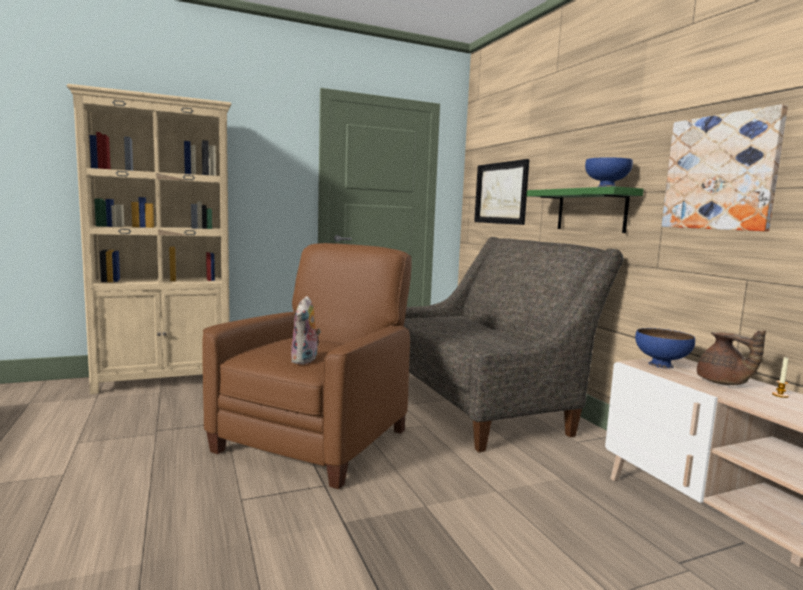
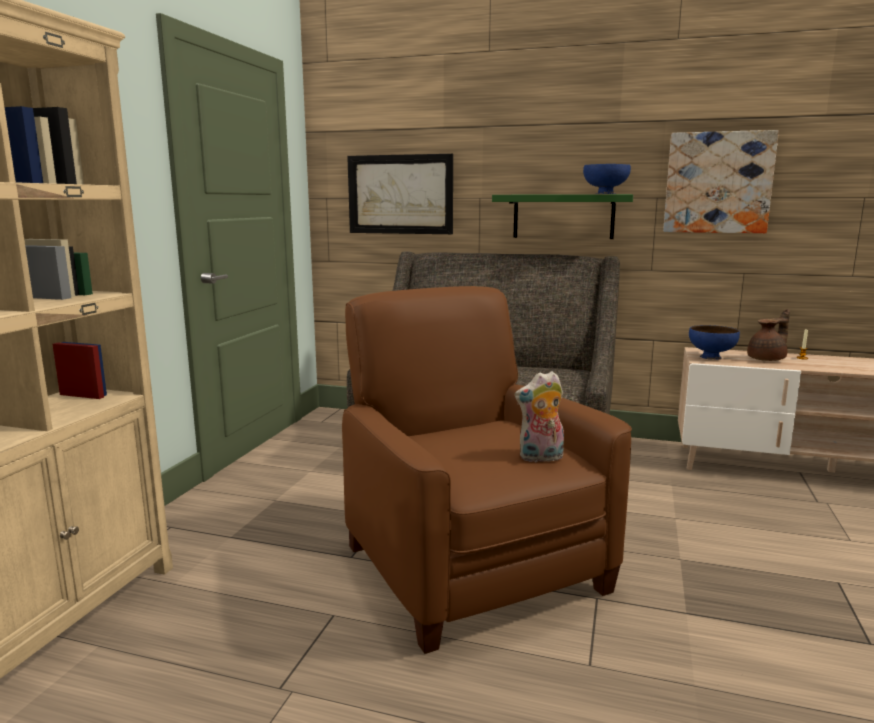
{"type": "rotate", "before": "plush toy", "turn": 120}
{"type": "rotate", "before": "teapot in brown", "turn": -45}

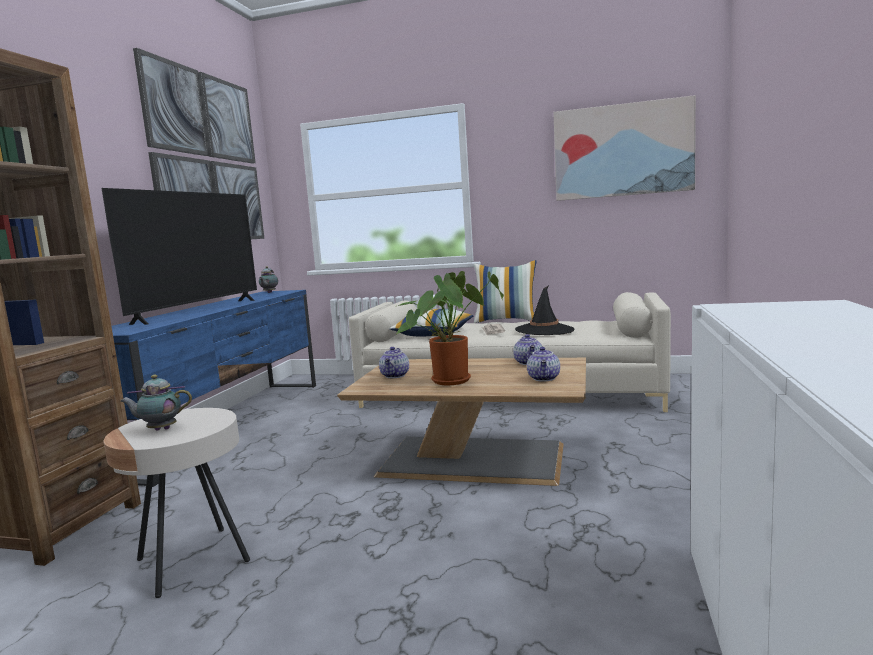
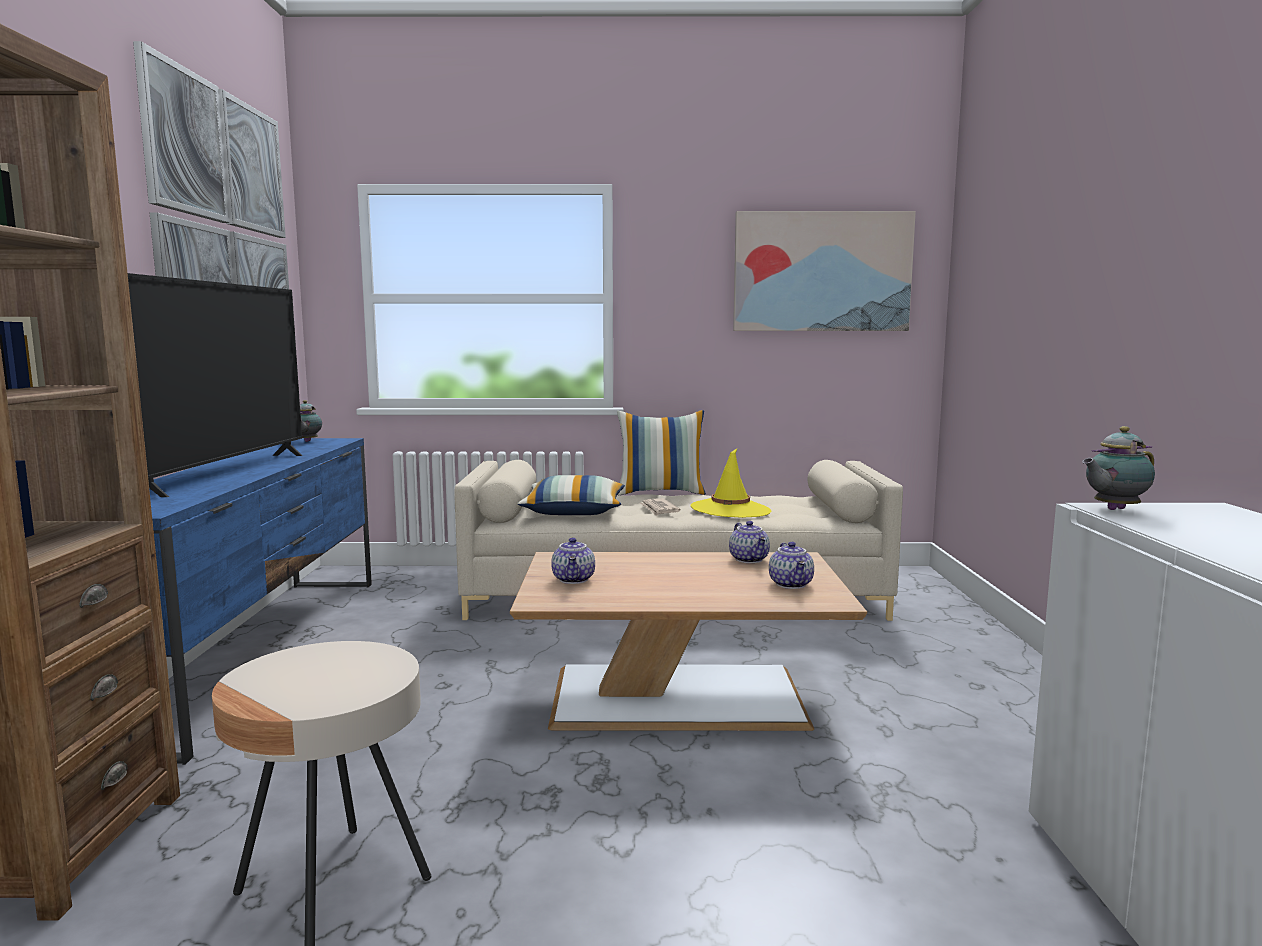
{"type": "recolor", "before": "hat in black", "after": "hat in yellow"}
{"type": "move", "before": "teapot (1st from left in the first image)", "after": "teapot (5th from left)"}
{"type": "delete", "before": "potted plant"}

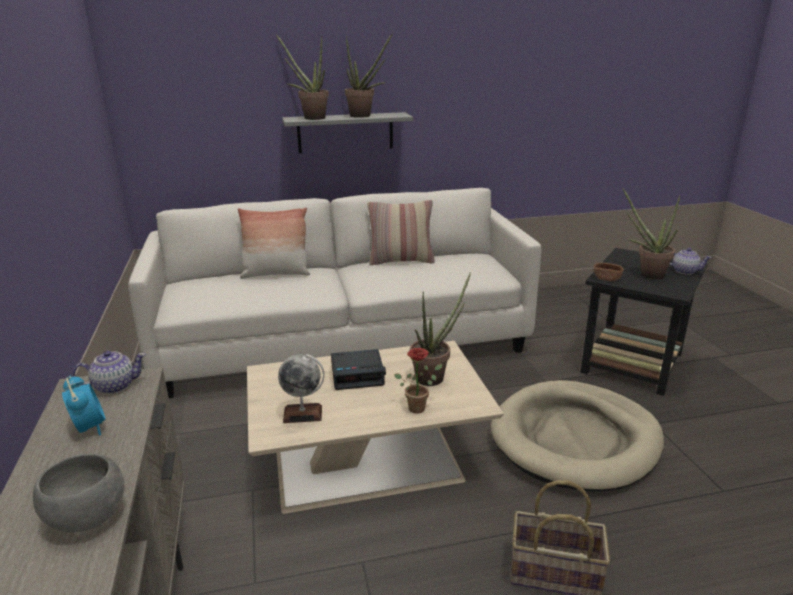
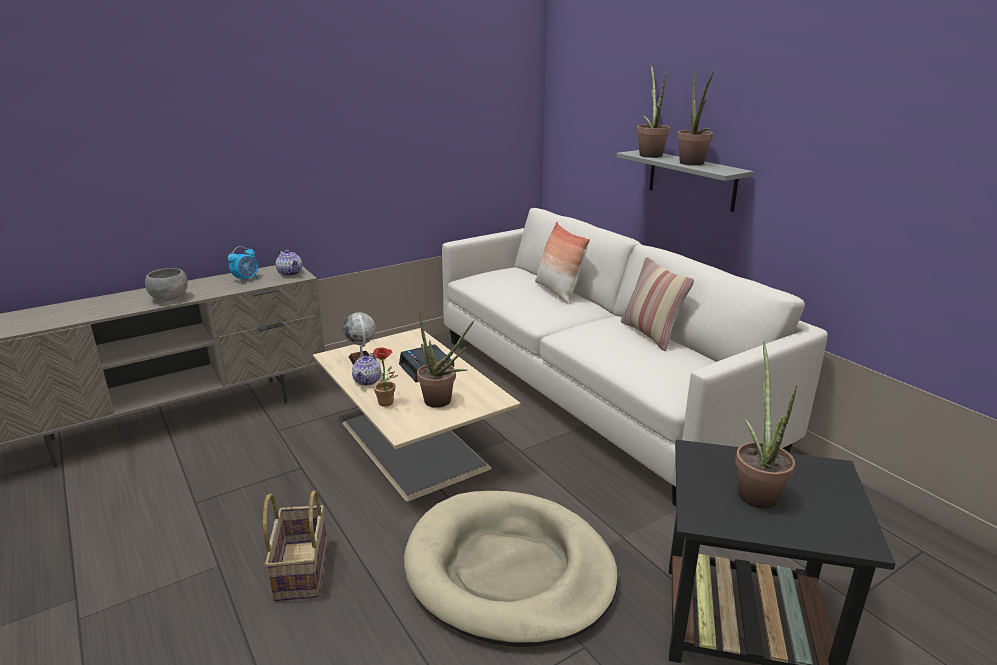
{"type": "move", "before": "teapot (2nd from left)"}
{"type": "delete", "before": "bowl in brown"}

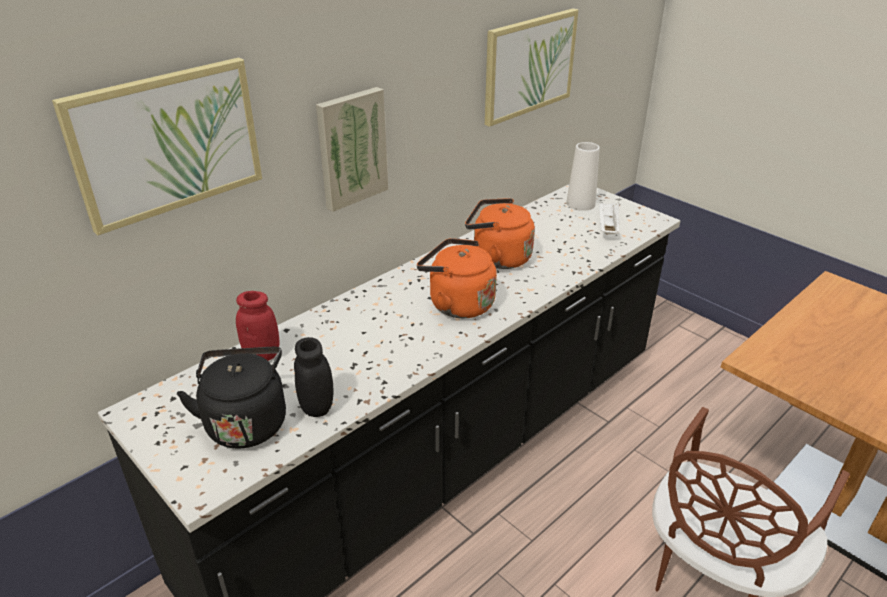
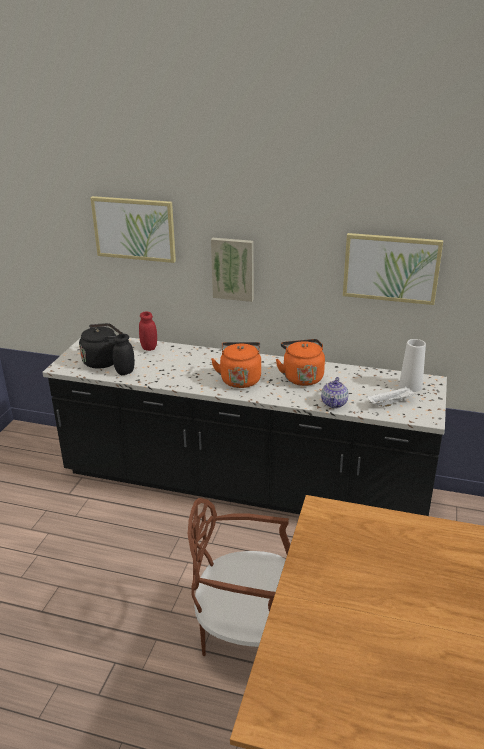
{"type": "insert", "after": "teapot"}

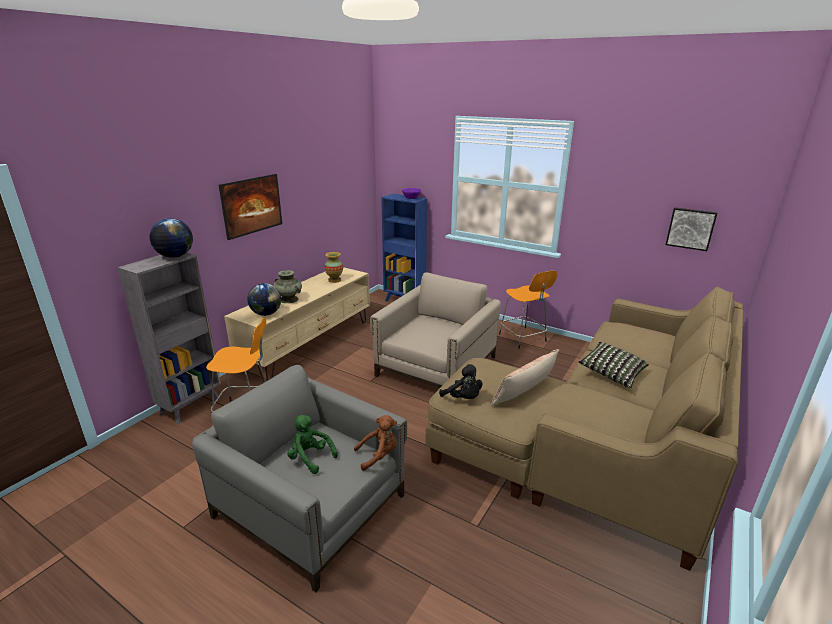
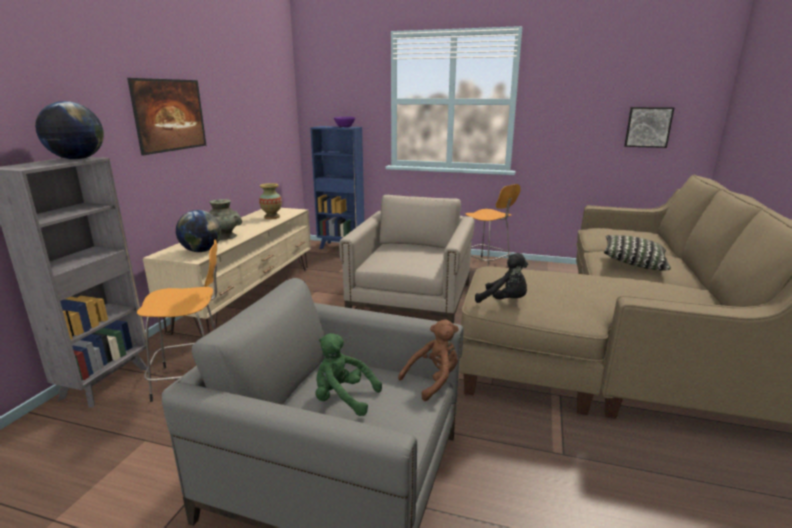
{"type": "delete", "before": "pillow (1st from left)"}

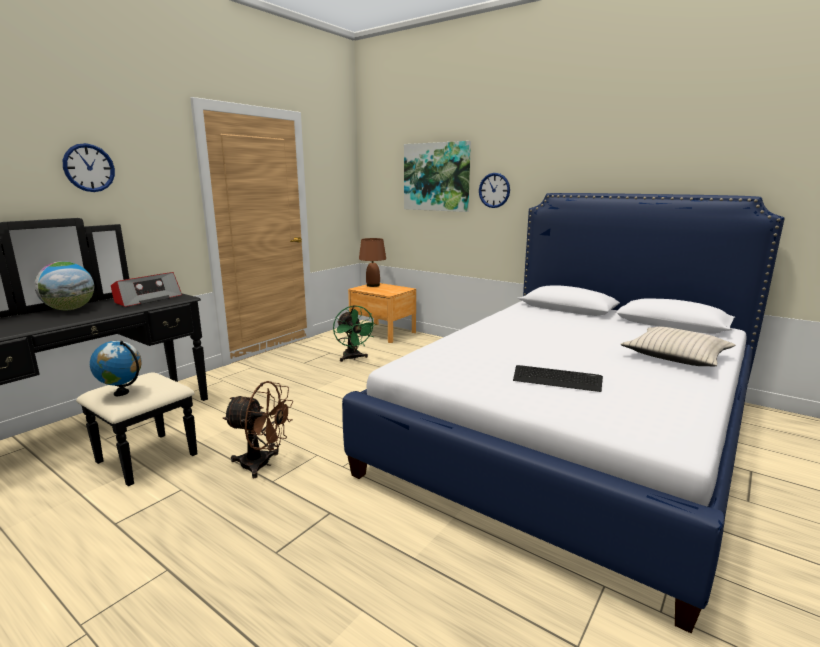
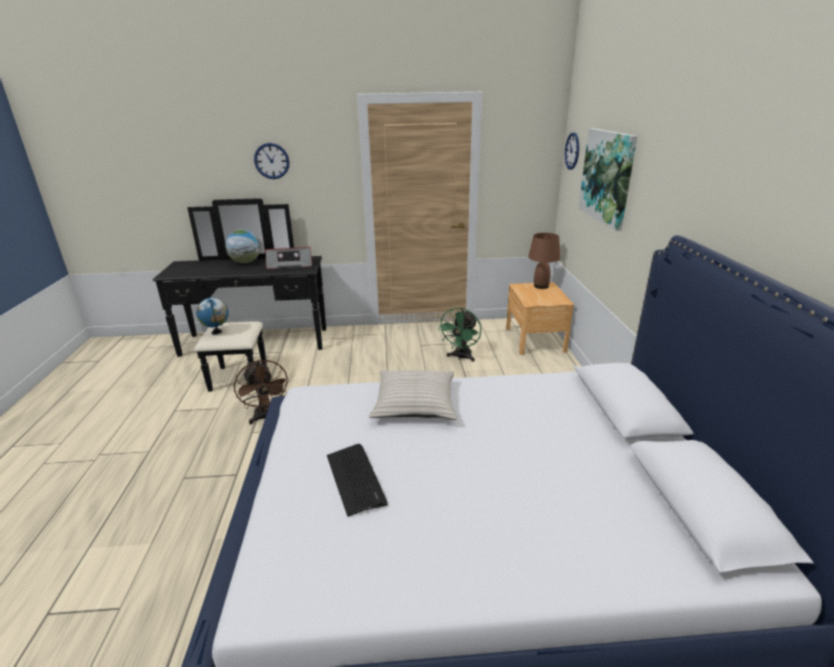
{"type": "move", "before": "pillow in beige"}
{"type": "move", "before": "wall clock (2nd from left)"}

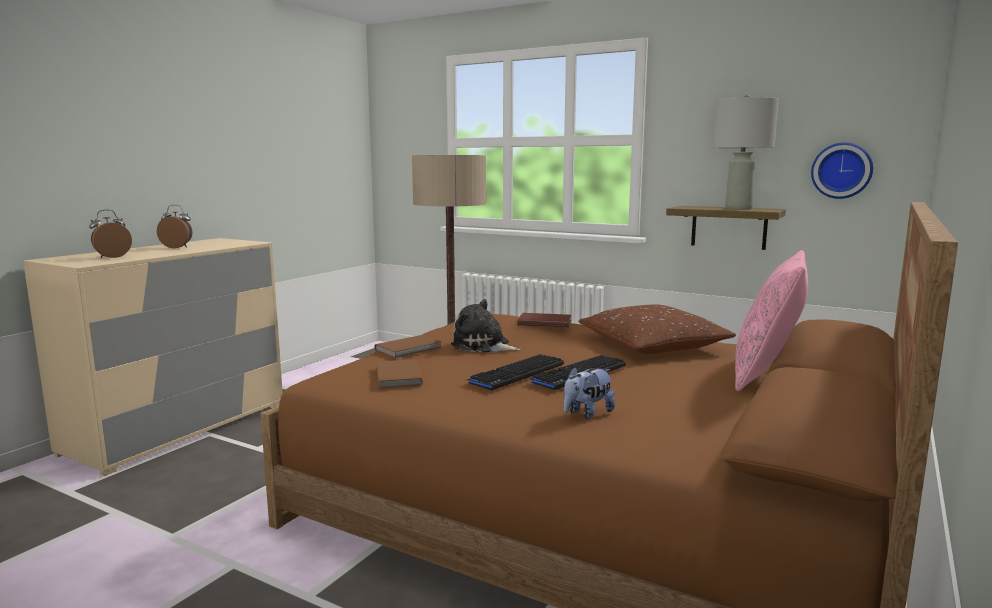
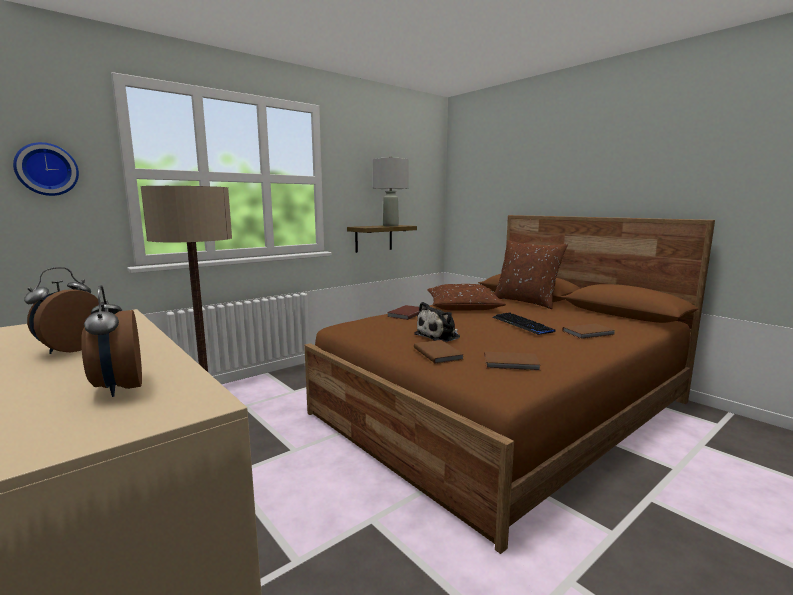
{"type": "move", "before": "wall clock"}
{"type": "recolor", "before": "pillow in pink", "after": "pillow in brown (2nd from left)"}
{"type": "replace", "before": "plush toy (2nd from left)", "after": "book in brown (4th from left)"}
{"type": "delete", "before": "keyboard (1st from left)"}

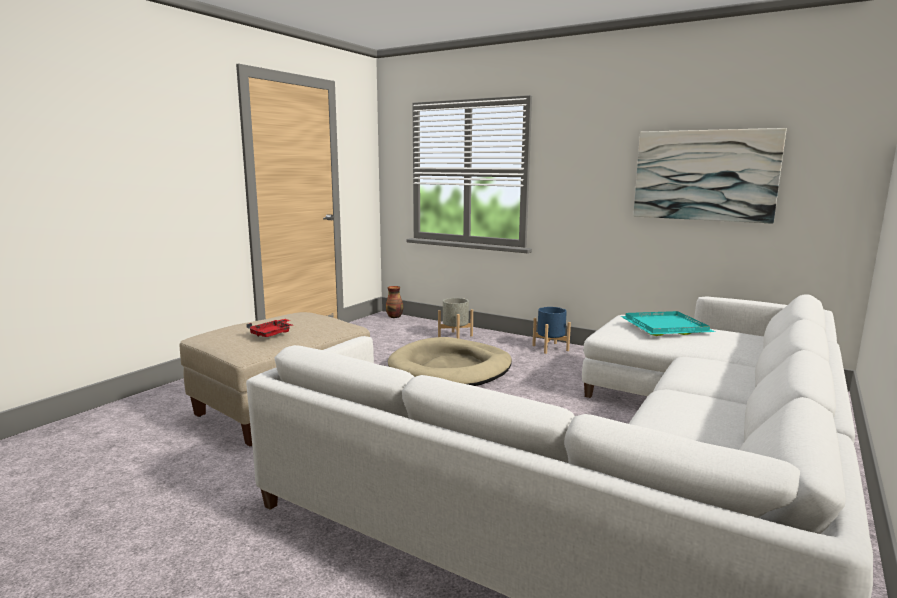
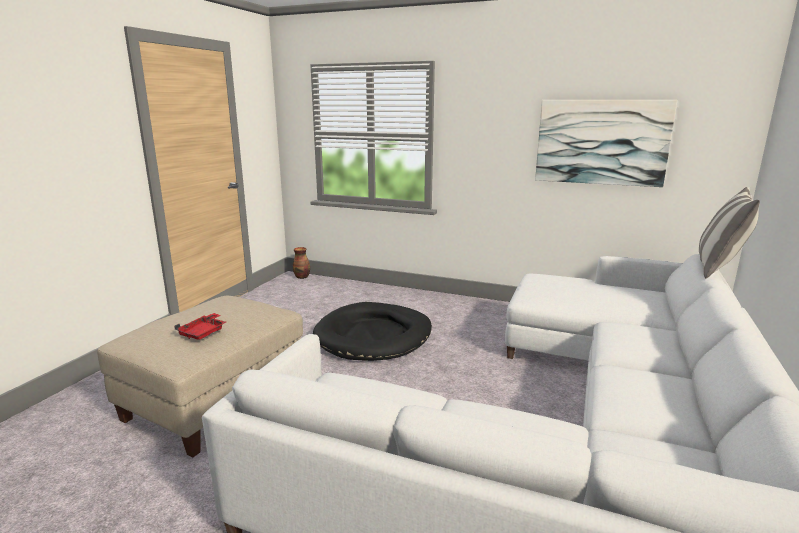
{"type": "recolor", "before": "dog bed in beige", "after": "dog bed in black"}
{"type": "insert", "after": "pillow"}
{"type": "delete", "before": "planter in grey"}
{"type": "delete", "before": "planter in blue"}
{"type": "delete", "before": "tray in turquoise"}

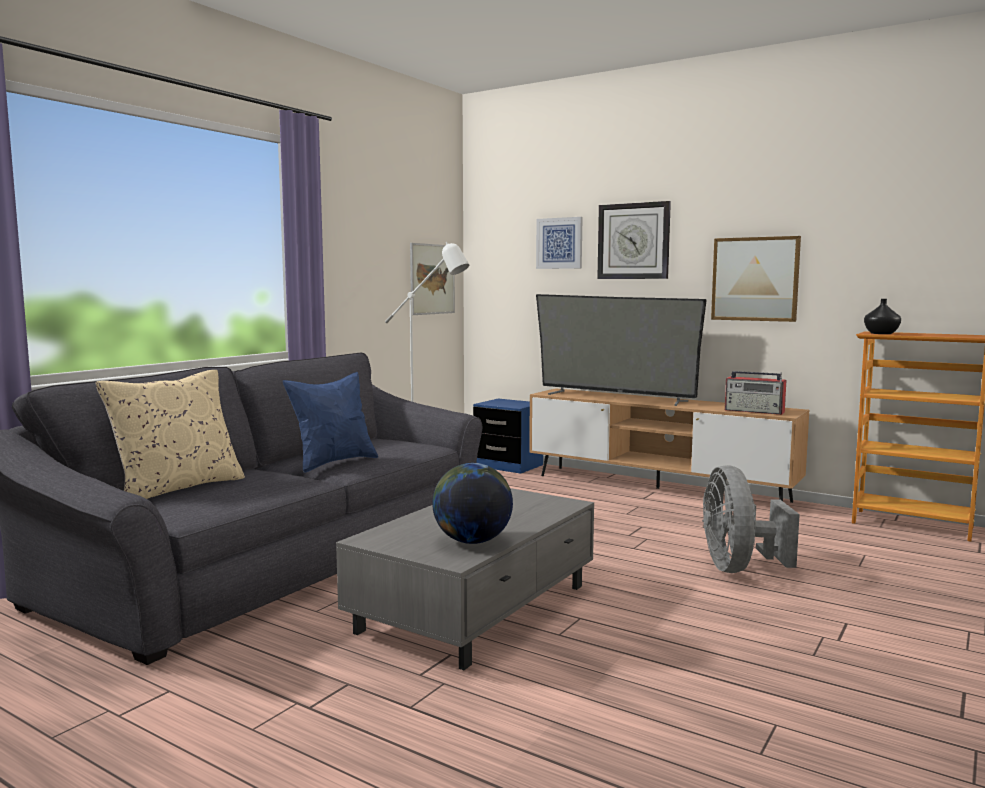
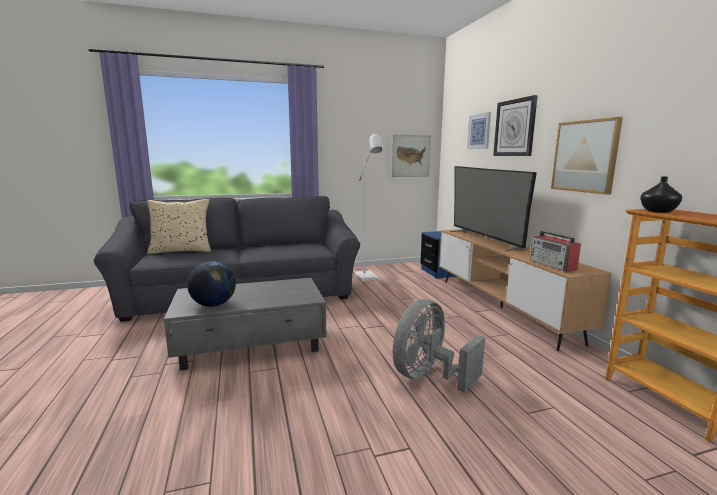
{"type": "delete", "before": "pillow in blue"}

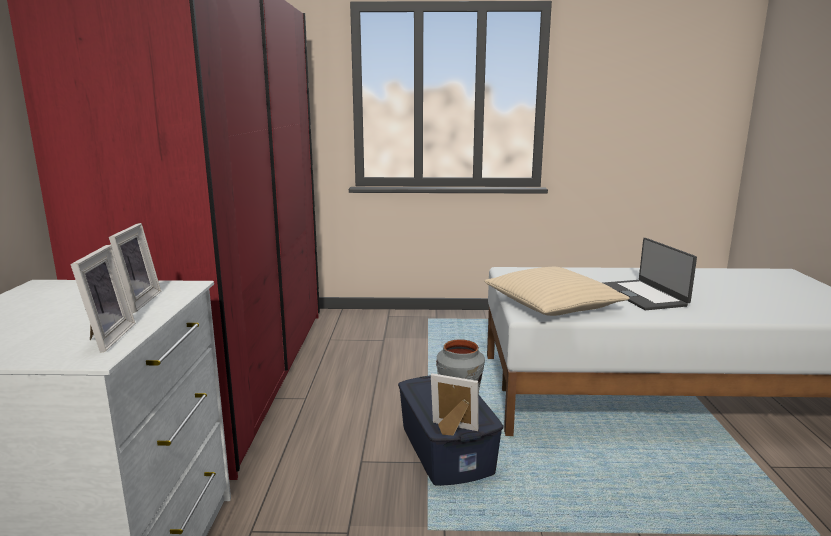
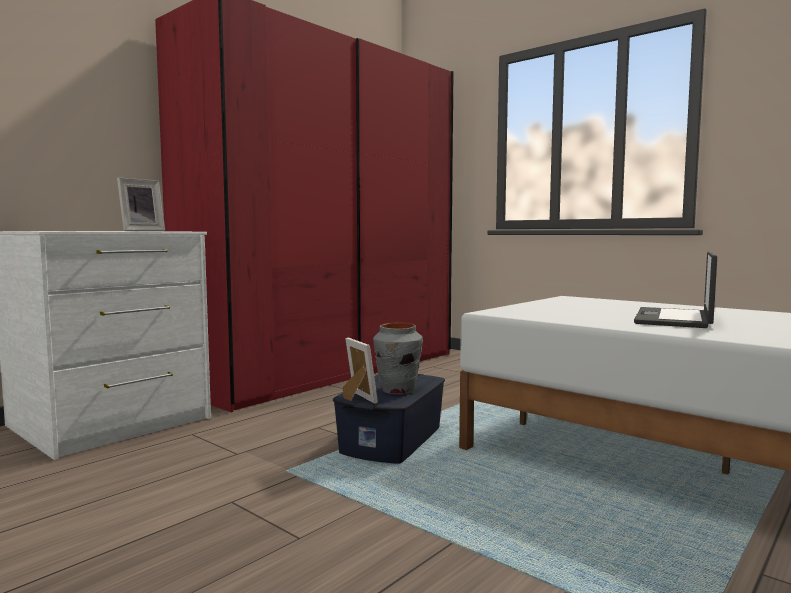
{"type": "delete", "before": "picture frame (1st from left)"}
{"type": "delete", "before": "pillow in beige"}

